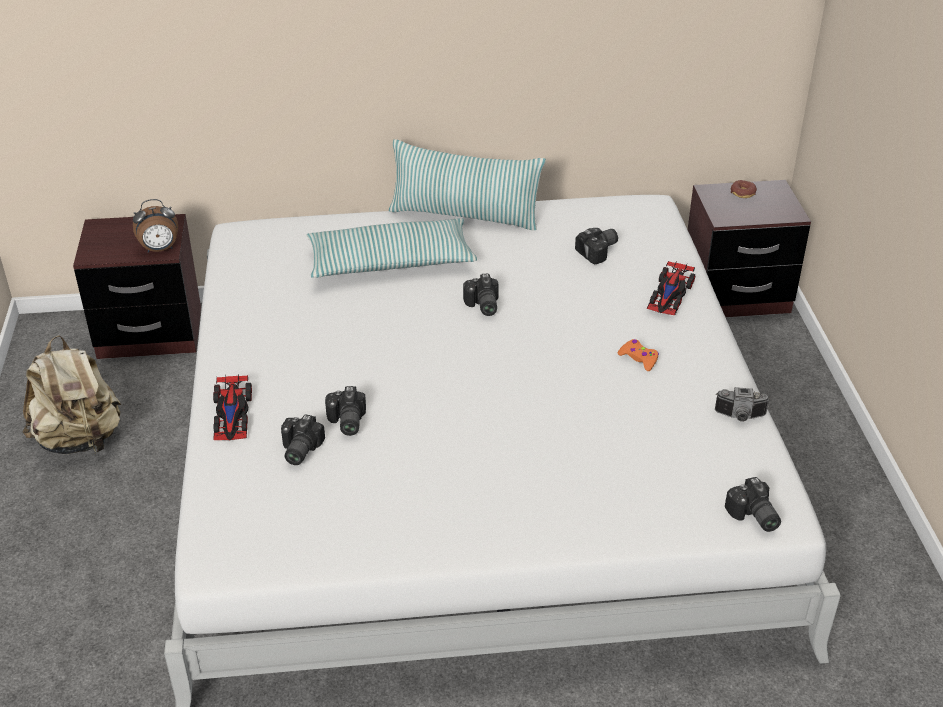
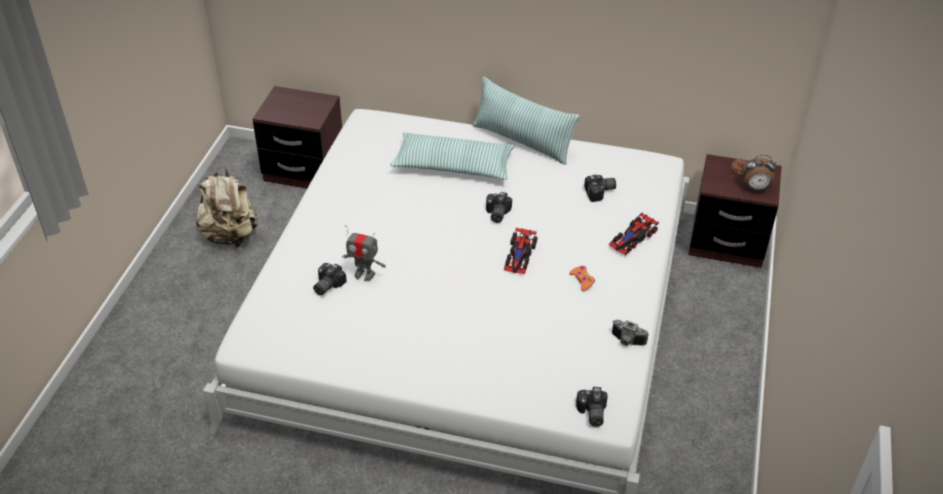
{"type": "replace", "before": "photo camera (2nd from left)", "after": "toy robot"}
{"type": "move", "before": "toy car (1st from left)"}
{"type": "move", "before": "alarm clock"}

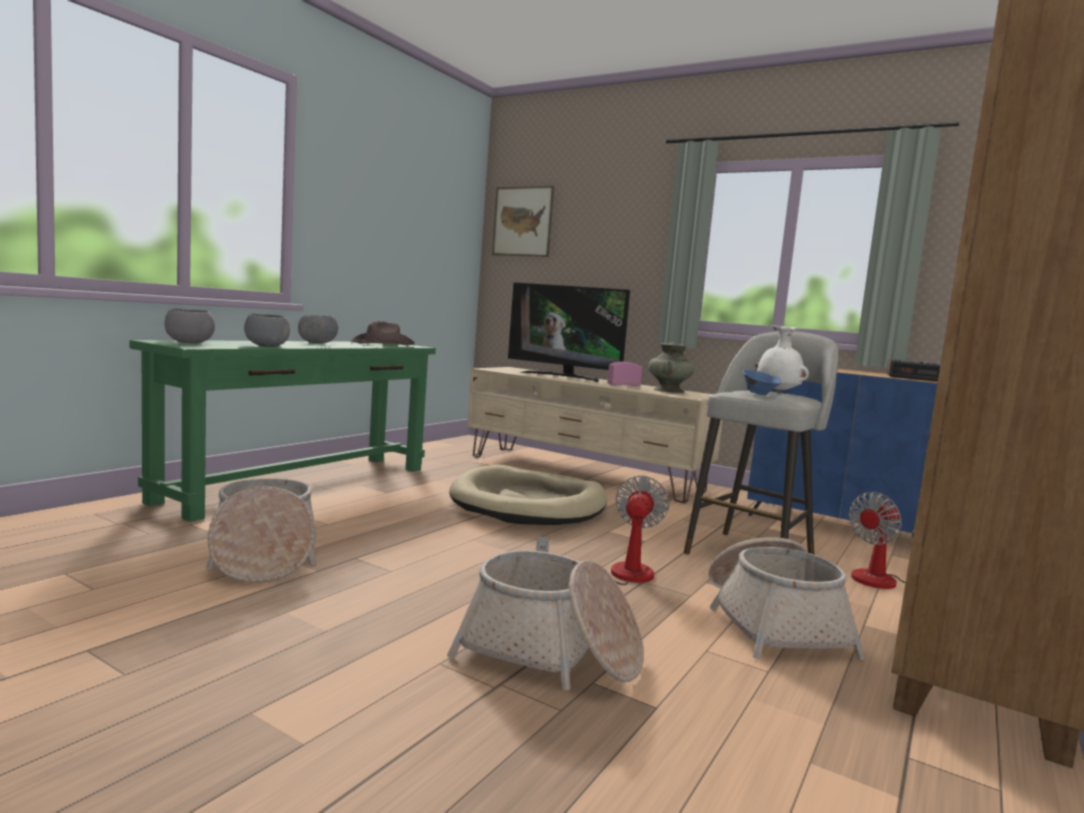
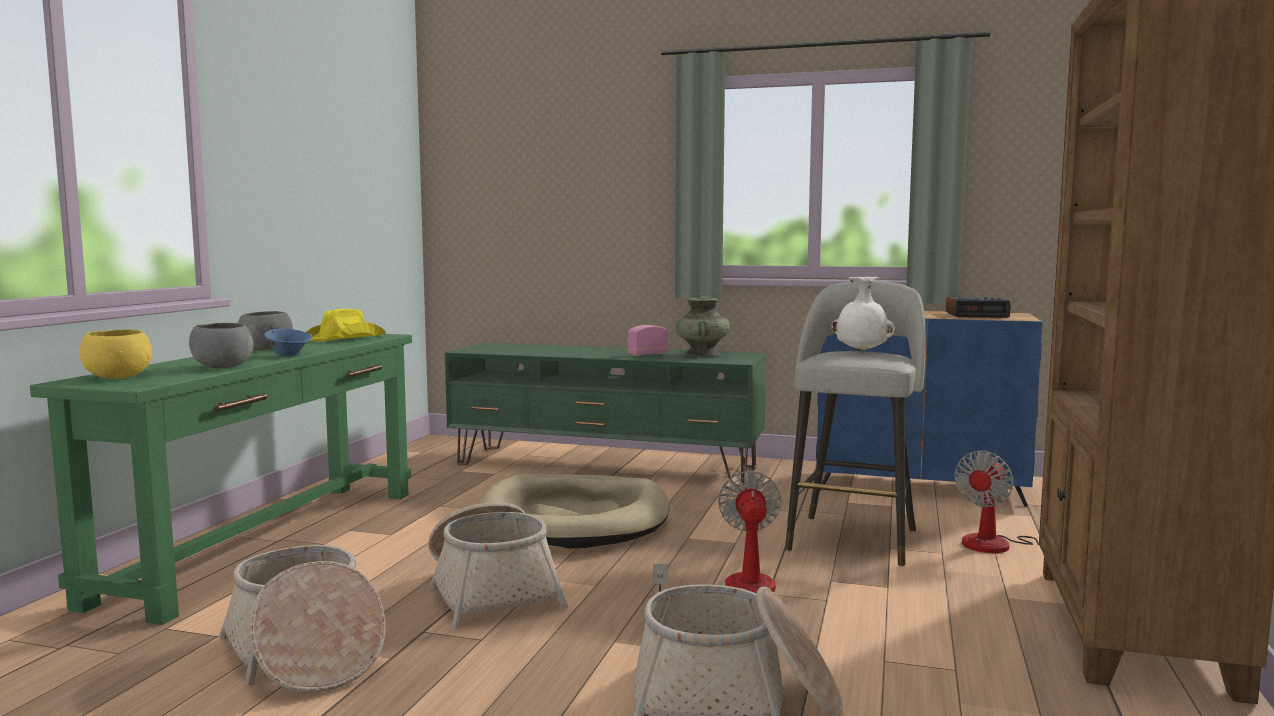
{"type": "recolor", "before": "bowl in grey (1st from left)", "after": "bowl in yellow"}
{"type": "move", "before": "bowl in blue"}
{"type": "recolor", "before": "hat in brown", "after": "hat in yellow"}
{"type": "move", "before": "basket (3rd from left in the first image)", "after": "basket (2nd from left)"}
{"type": "recolor", "before": "tv stand in beige", "after": "tv stand in green"}
{"type": "delete", "before": "picture"}
{"type": "delete", "before": "television"}

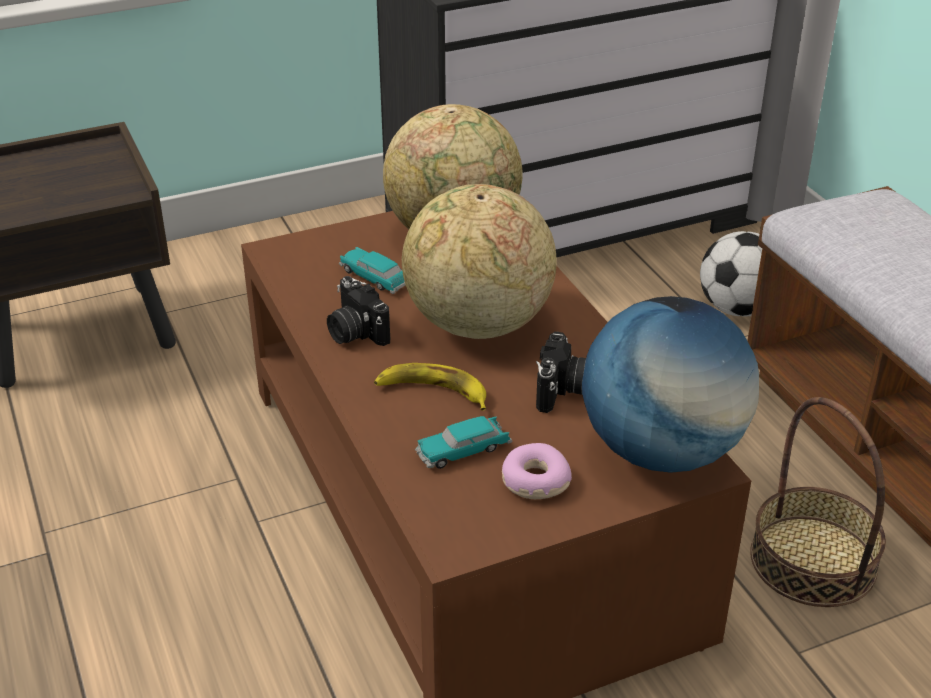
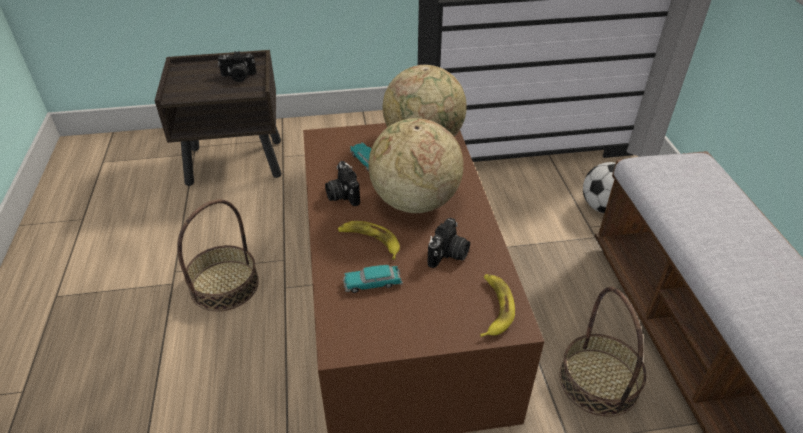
{"type": "insert", "after": "basket (1st from left)"}
{"type": "insert", "after": "photo camera (1st from left)"}
{"type": "replace", "before": "globe (3rd from left)", "after": "banana (2nd from left)"}
{"type": "delete", "before": "donut"}

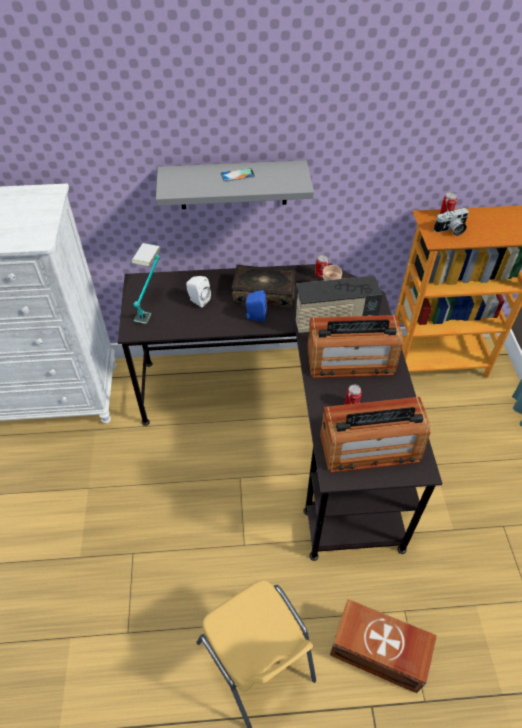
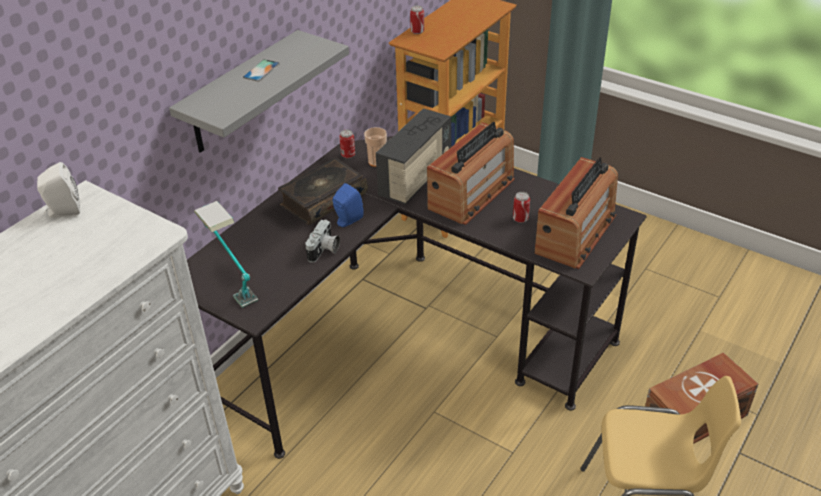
{"type": "move", "before": "speaker in white"}
{"type": "move", "before": "photo camera"}

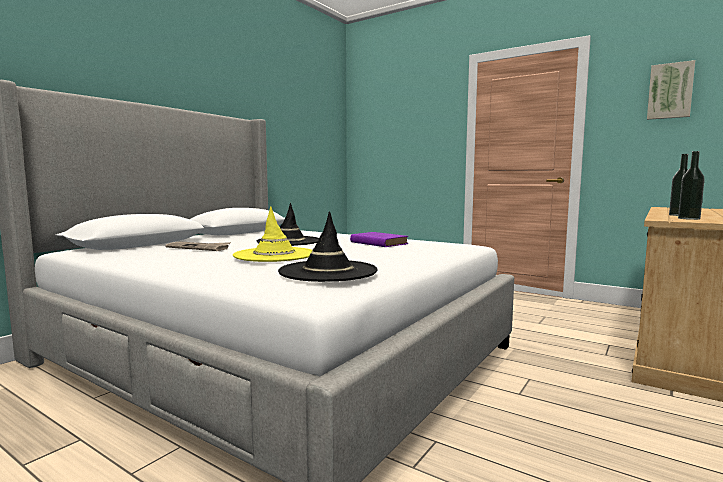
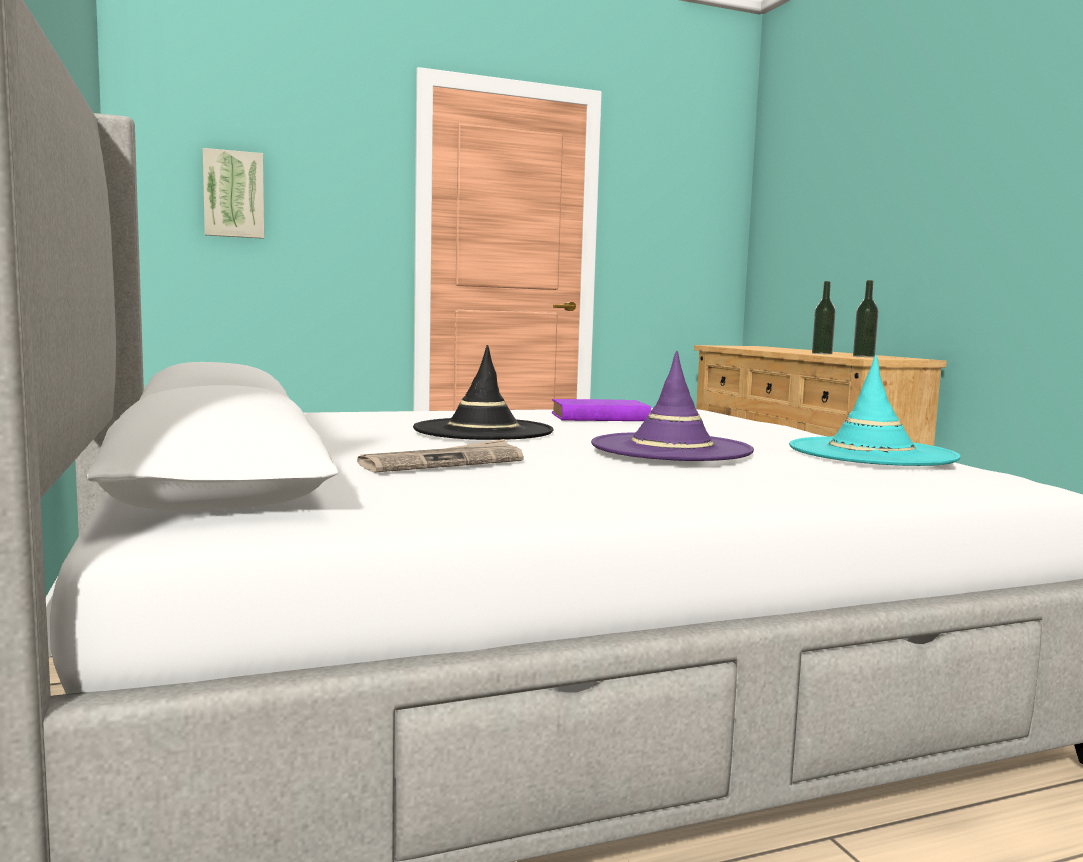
{"type": "move", "before": "picture"}
{"type": "recolor", "before": "hat in yellow", "after": "hat in purple"}
{"type": "recolor", "before": "hat in black (2nd from left)", "after": "hat in turquoise"}

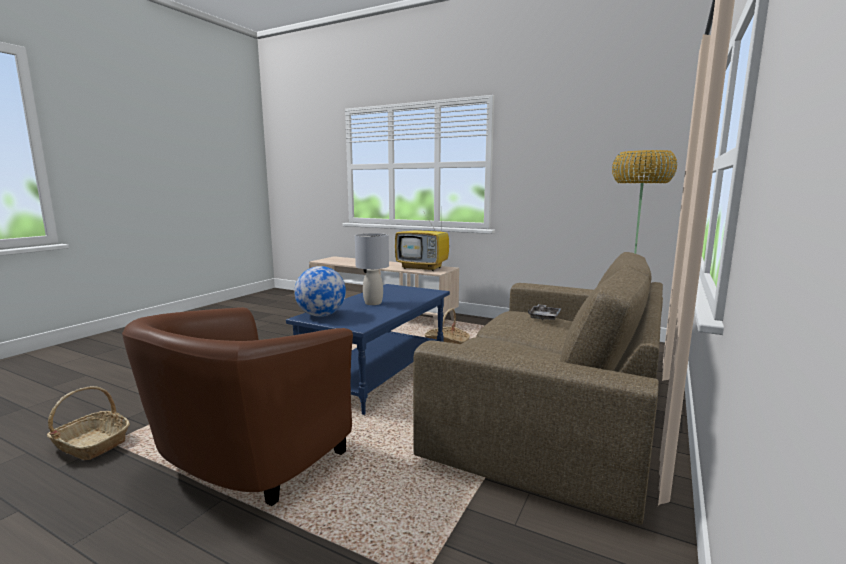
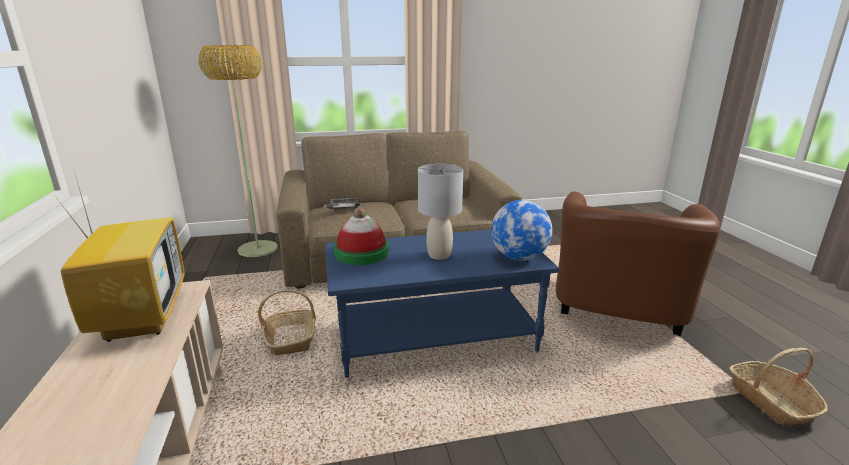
{"type": "insert", "after": "hat"}
{"type": "rotate", "before": "armchair in brown", "turn": 120}

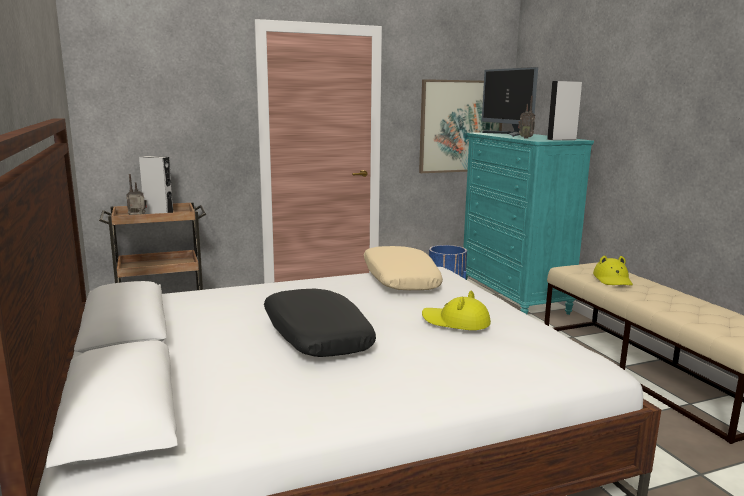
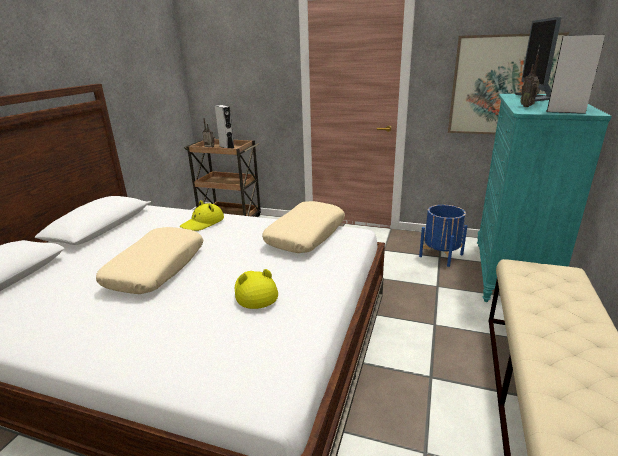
{"type": "recolor", "before": "pillow in black", "after": "pillow in beige (1st from left)"}
{"type": "move", "before": "hat in yellow (2nd from left in the first image)", "after": "hat in yellow (1st from left)"}

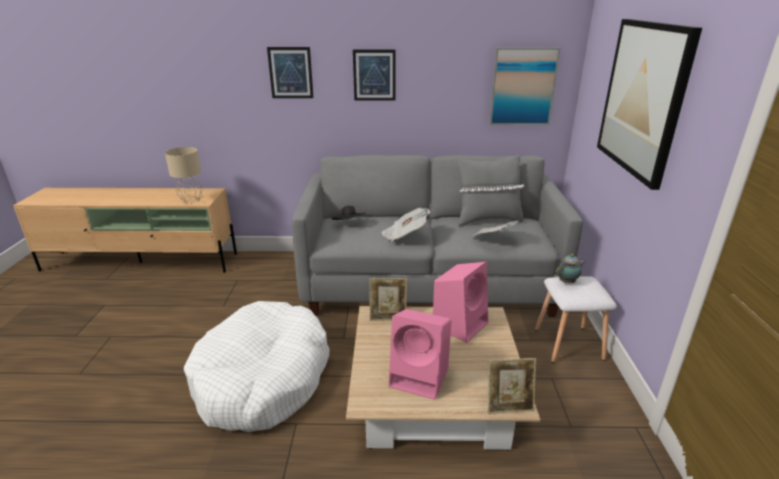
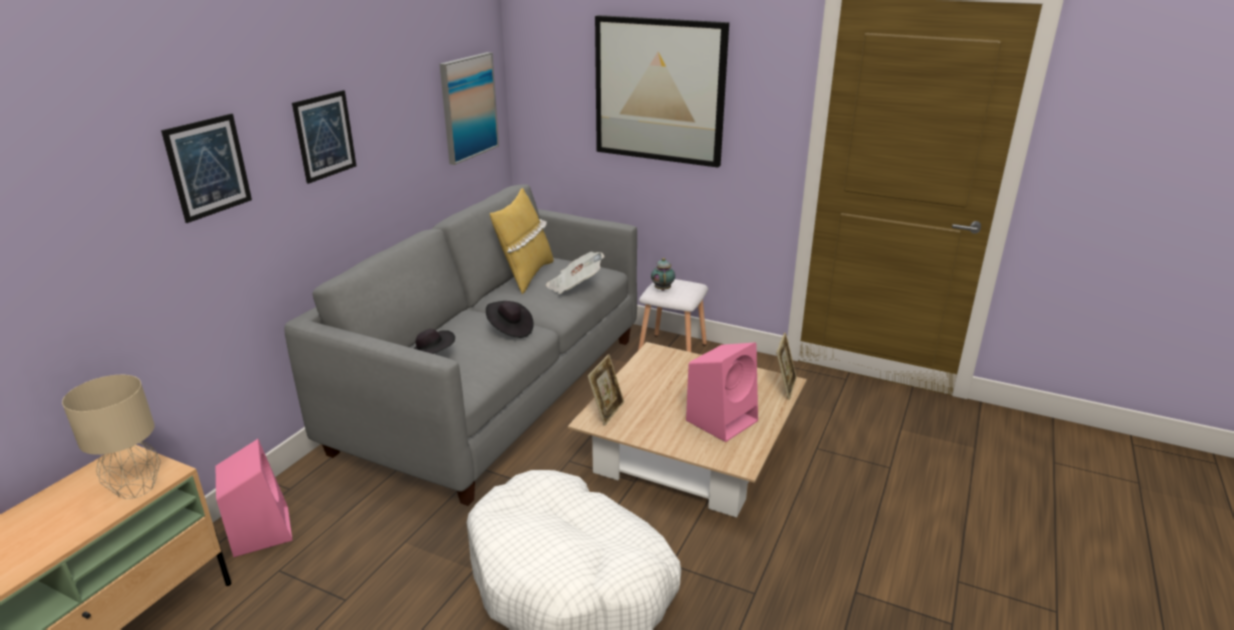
{"type": "move", "before": "speaker in pink (2nd from left in the first image)", "after": "speaker in pink (1st from left)"}
{"type": "replace", "before": "newspaper (1st from left)", "after": "hat in black (2nd from left)"}
{"type": "recolor", "before": "pillow in grey", "after": "pillow in yellow"}

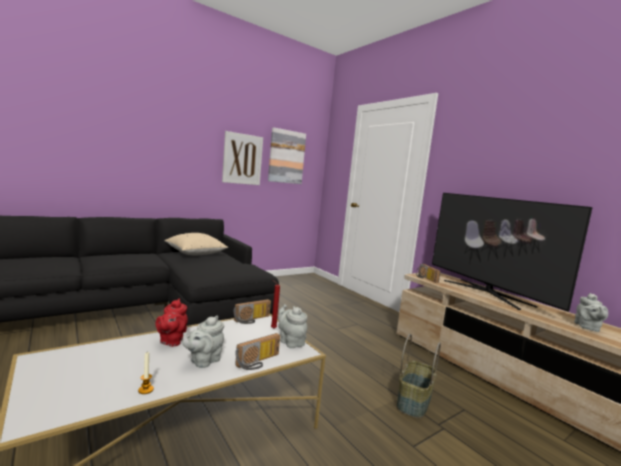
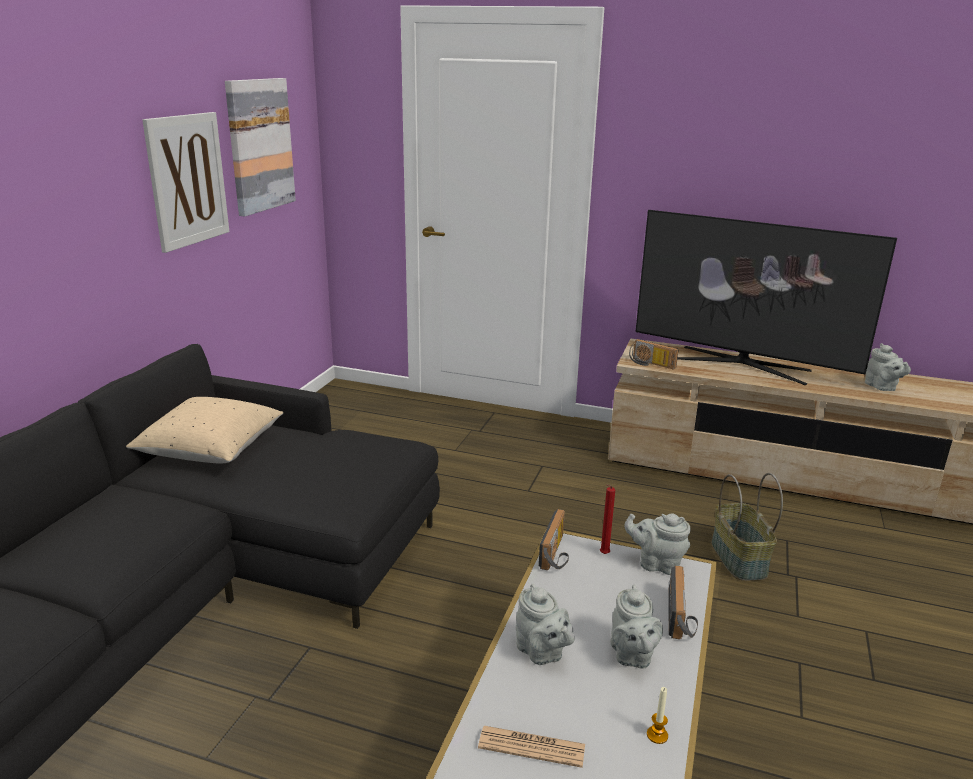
{"type": "insert", "after": "newspaper"}
{"type": "recolor", "before": "teapot in red", "after": "teapot in grey (1st from left)"}

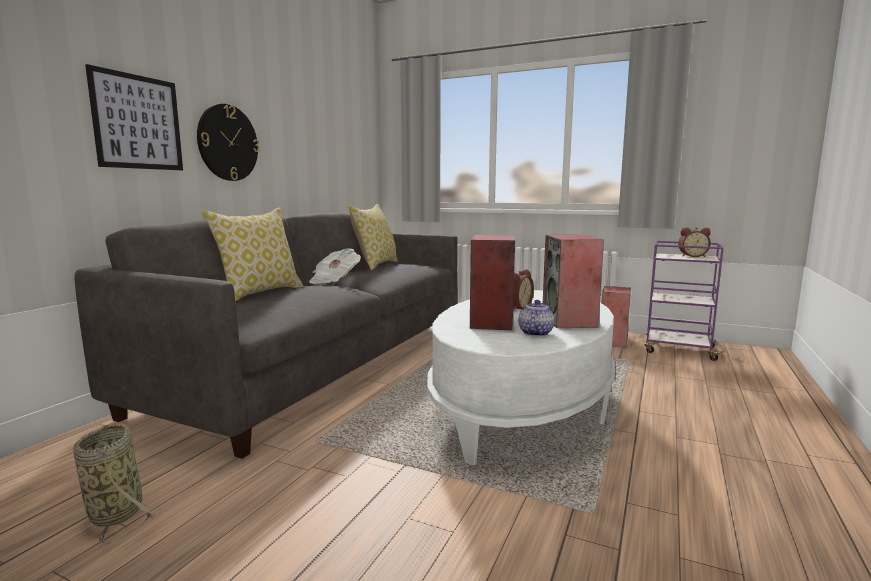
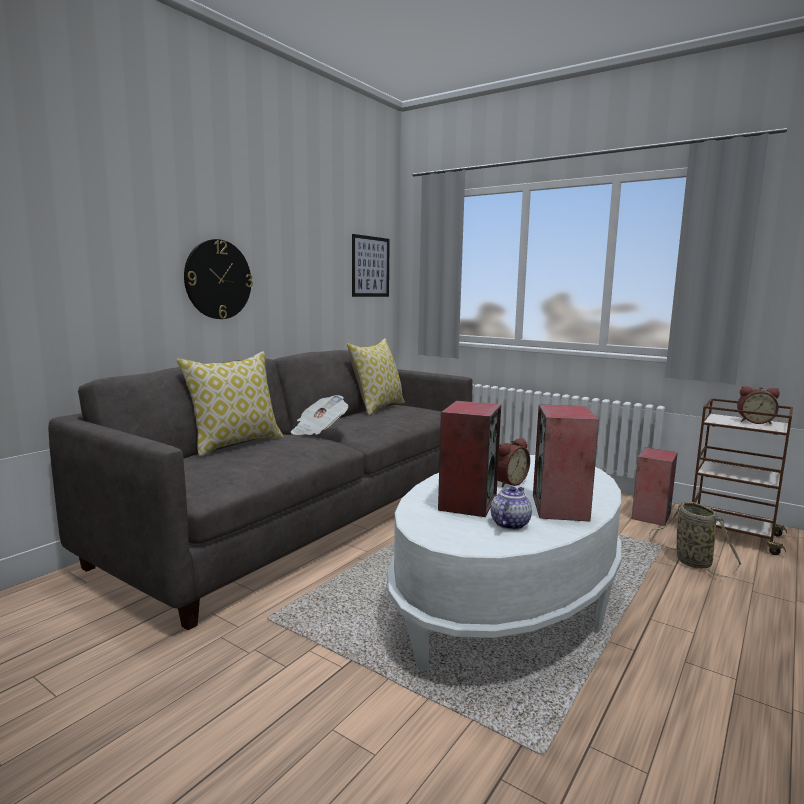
{"type": "move", "before": "picture"}
{"type": "move", "before": "basket"}
{"type": "recolor", "before": "cart in purple", "after": "cart in brown"}

